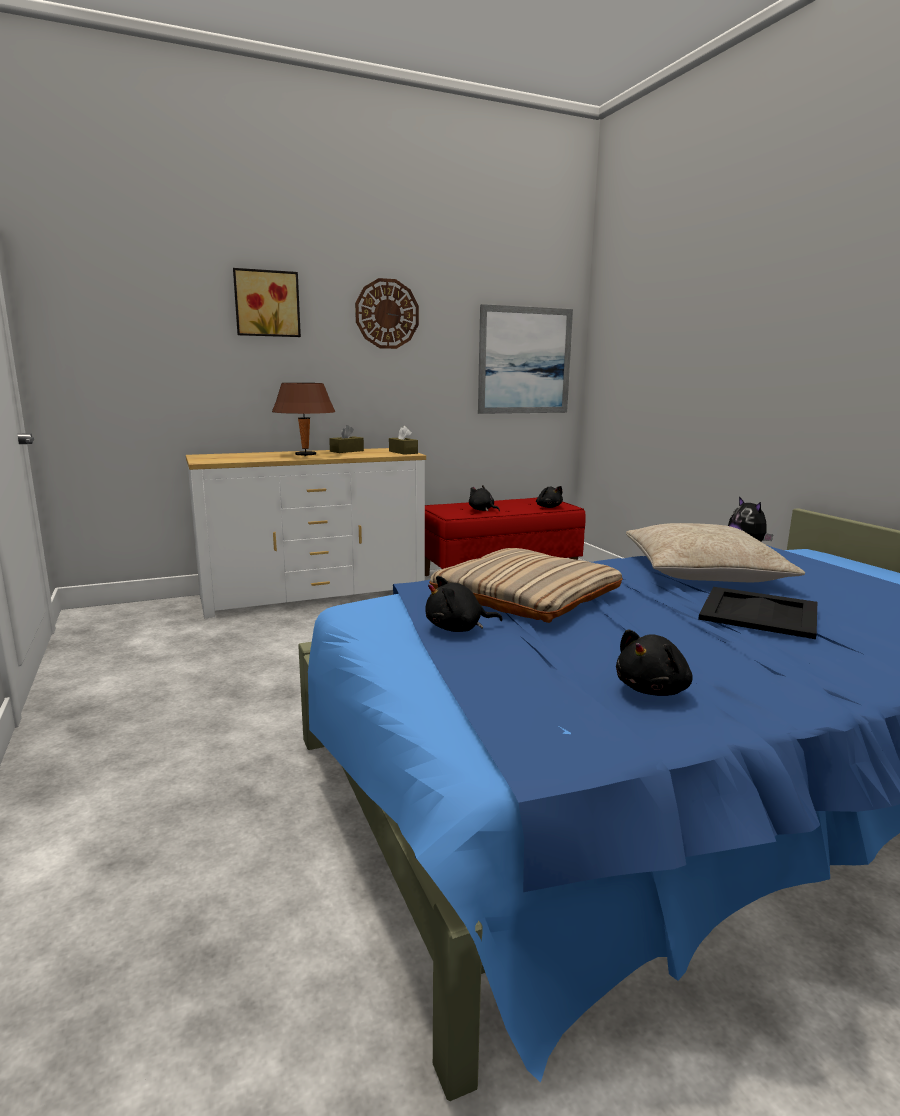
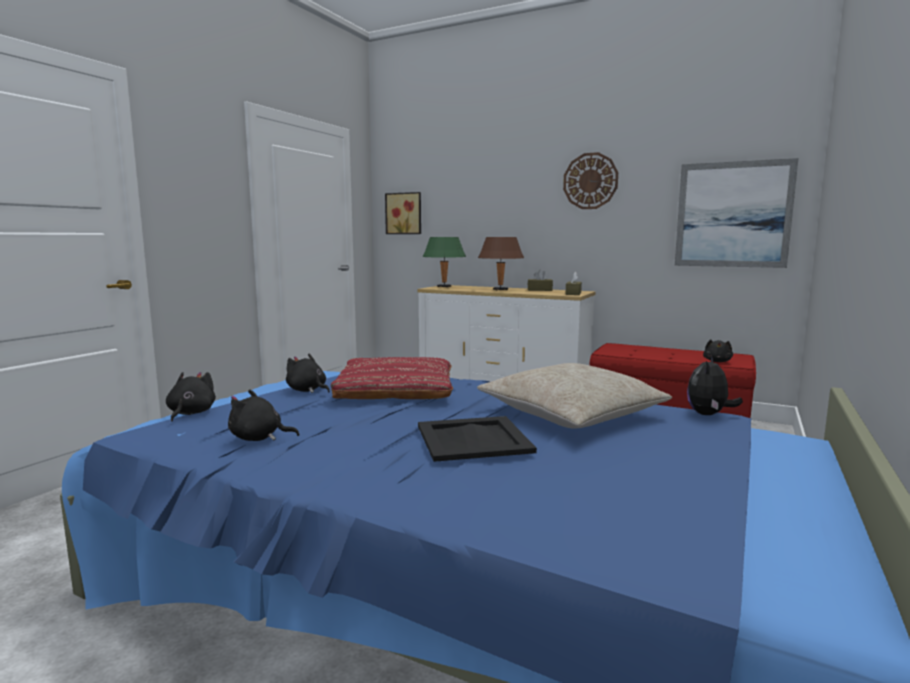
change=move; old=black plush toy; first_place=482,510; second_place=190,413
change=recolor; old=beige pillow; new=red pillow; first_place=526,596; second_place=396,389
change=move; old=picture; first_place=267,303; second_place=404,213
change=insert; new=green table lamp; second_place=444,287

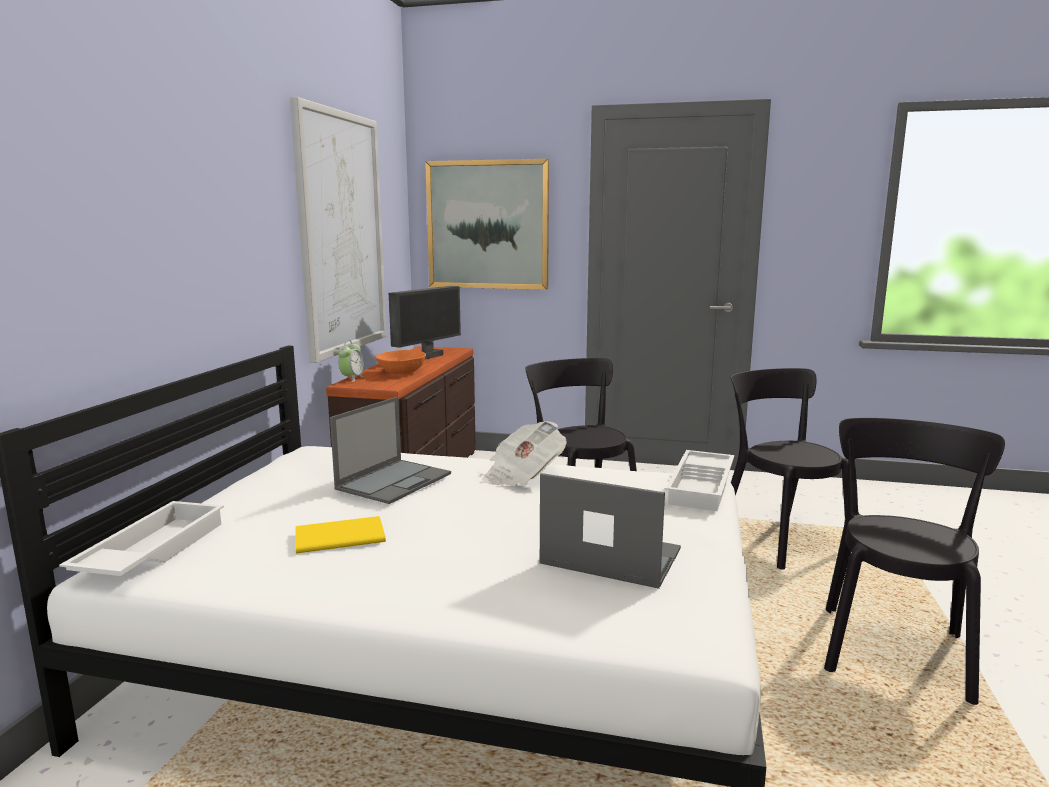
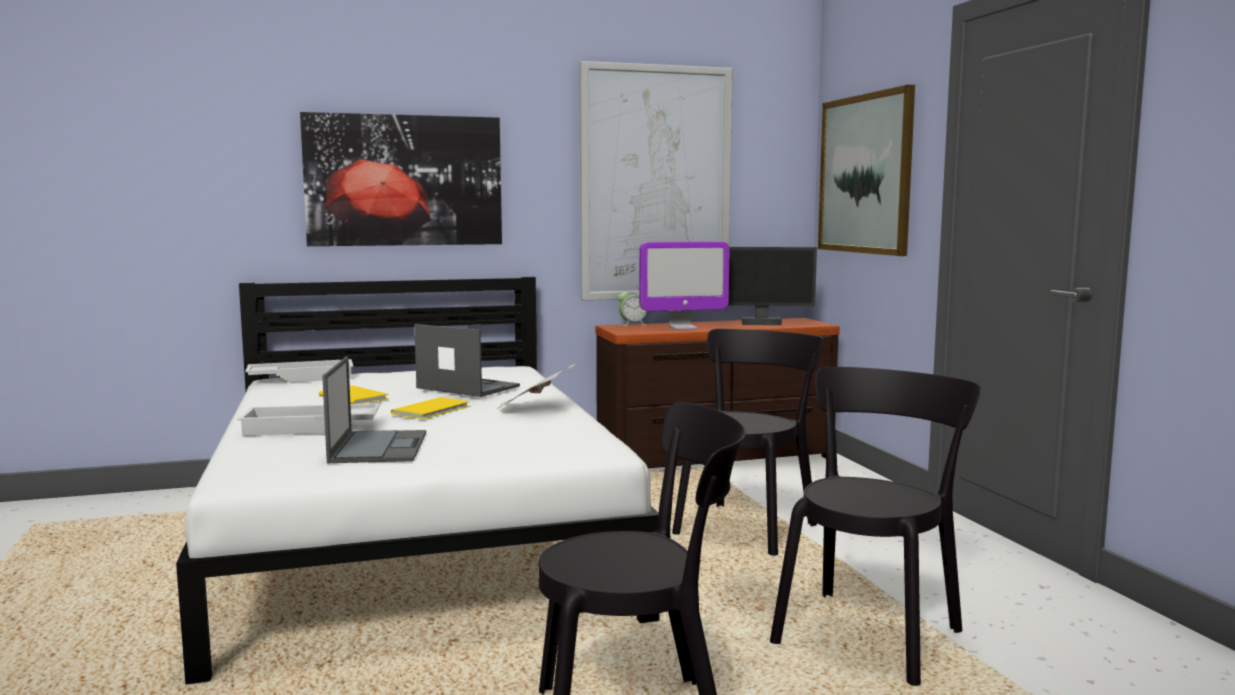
change=move; old=white tray; first_place=702,487; second_place=310,428
change=insert; new=picture; second_place=404,180
change=insert; new=yellow book; second_place=434,410
change=rotate; old=laptop; first_place=394,481; second_place=466,387; degrees=-150
change=replace; old=orange bowl; new=monitor; first_place=401,372; second_place=683,327

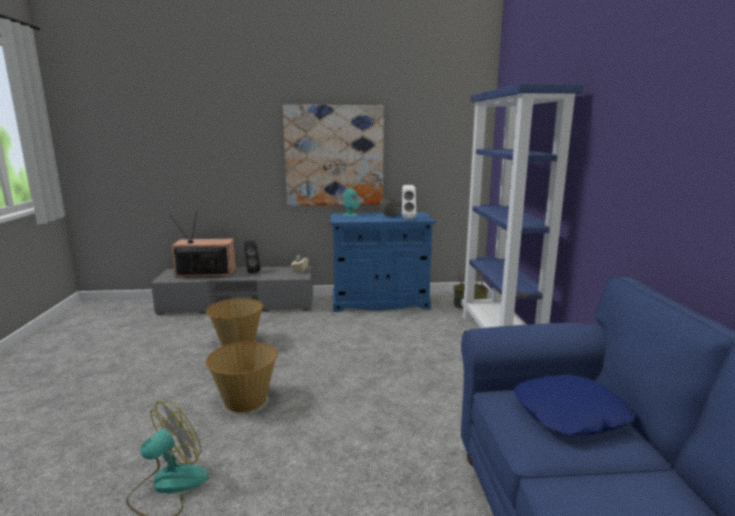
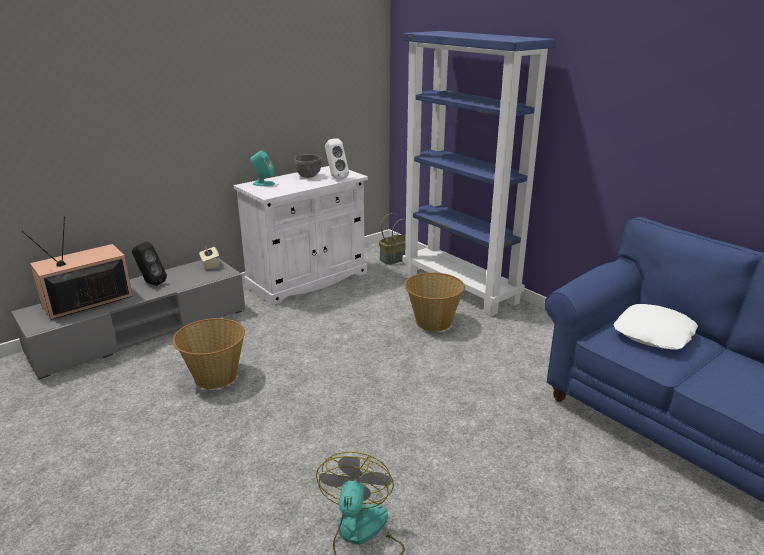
change=recolor; old=blue cabinet; new=white cabinet; first_place=380,302; second_place=307,279
change=move; old=basket; first_place=245,400; second_place=433,322
change=recolor; old=blue pillow; new=white pillow; first_place=570,414; second_place=654,334
change=delete; old=picture; first_place=334,156

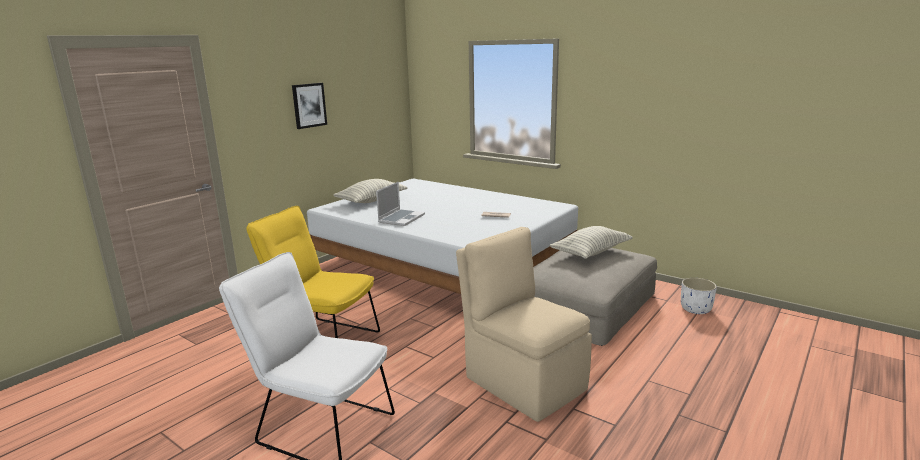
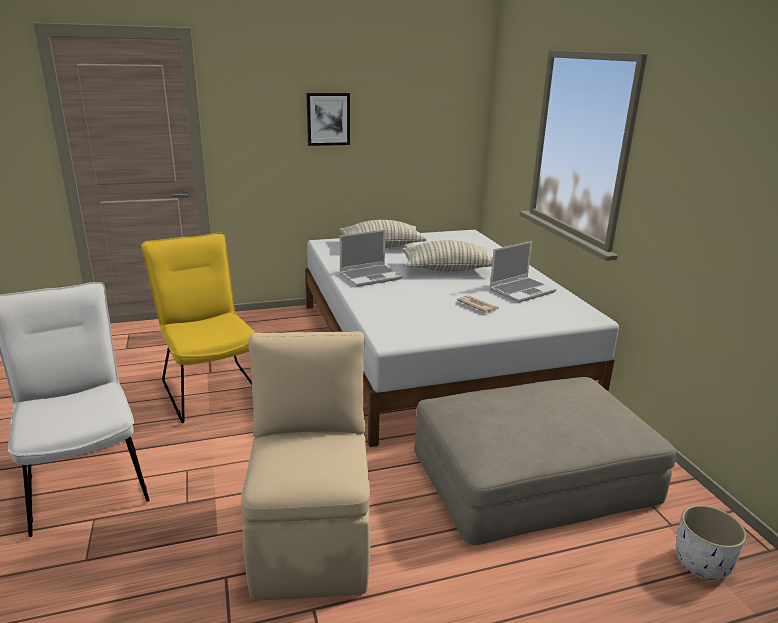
change=move; old=pillow; first_place=591,252; second_place=447,269
change=insert; new=laptop; second_place=522,290

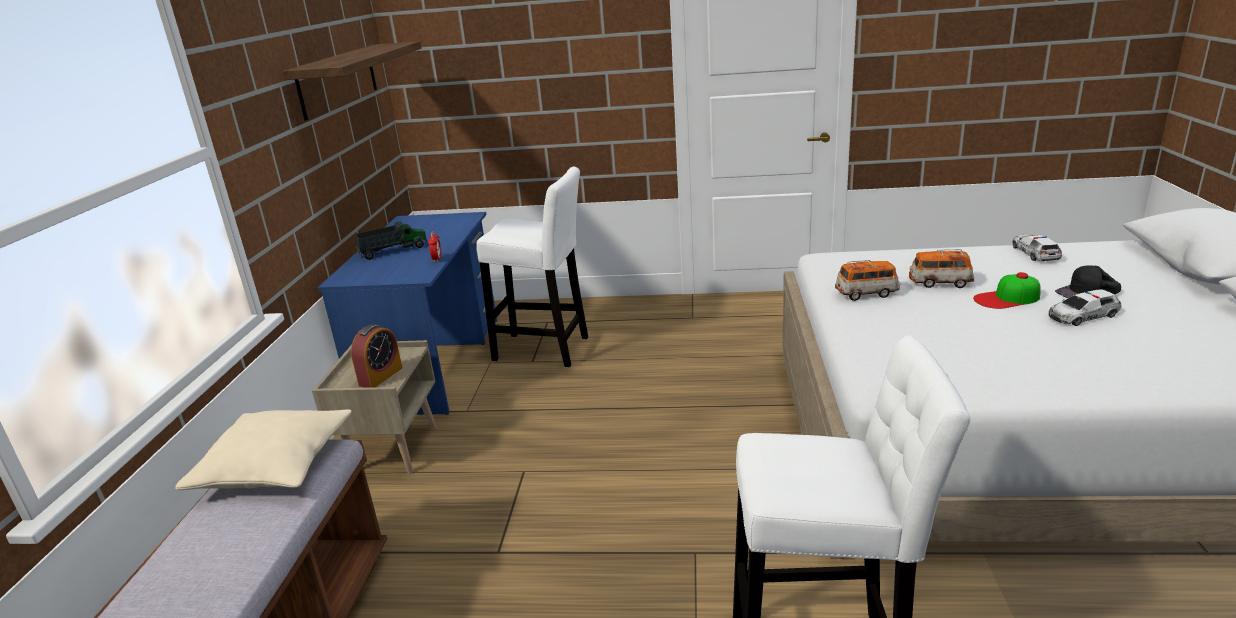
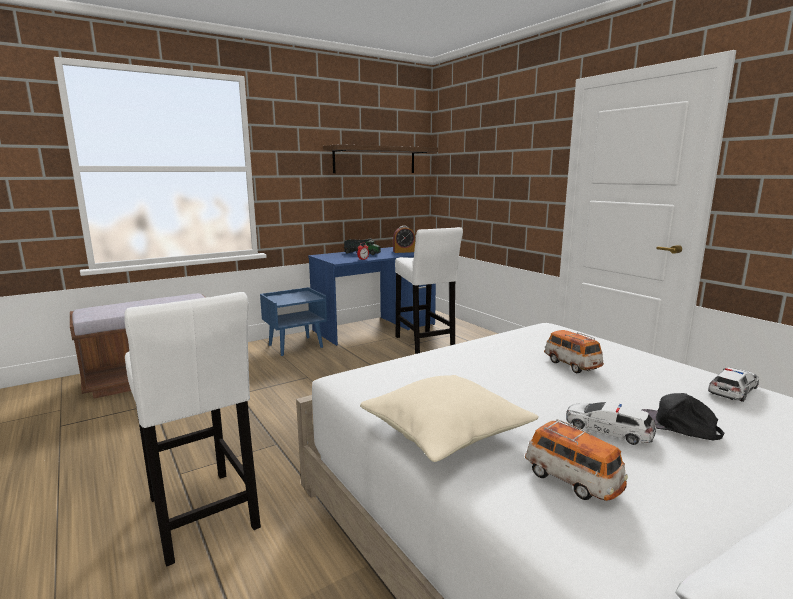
change=recolor; old=beige nightstand; new=blue nightstand; first_place=392,449; second_place=296,346
change=move; old=beige pillow; first_place=275,466; second_place=445,432
change=move; old=alarm clock; first_place=381,376; second_place=404,251
change=move; old=toy car; first_place=866,294; second_place=572,481
change=delete; old=cap; first_place=1007,298

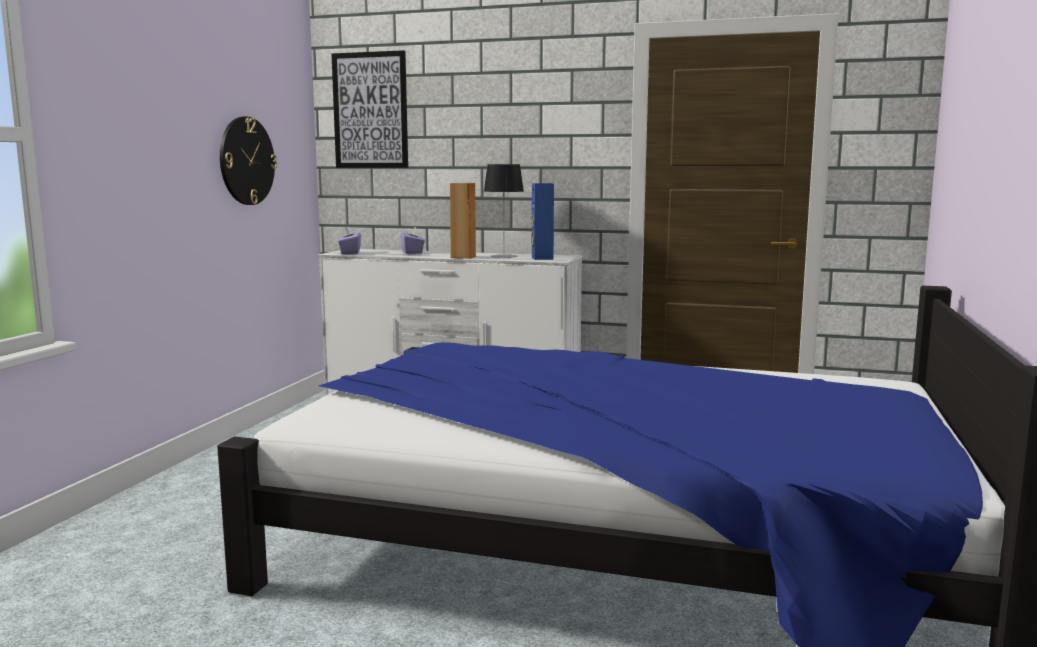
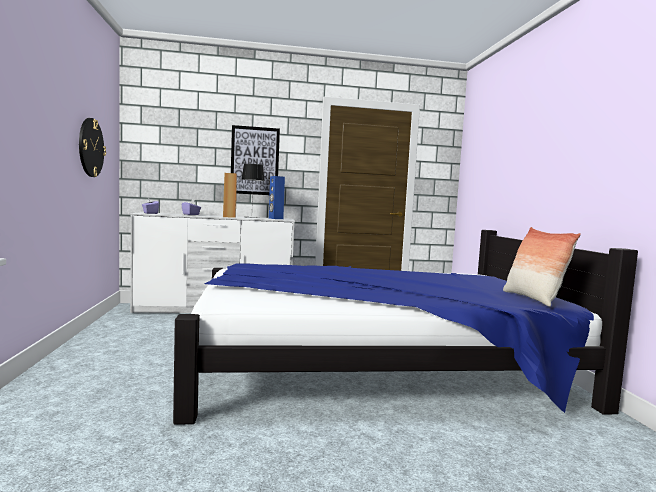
change=move; old=picture; first_place=370,110; second_place=255,161
change=insert; new=pillow; second_place=532,299

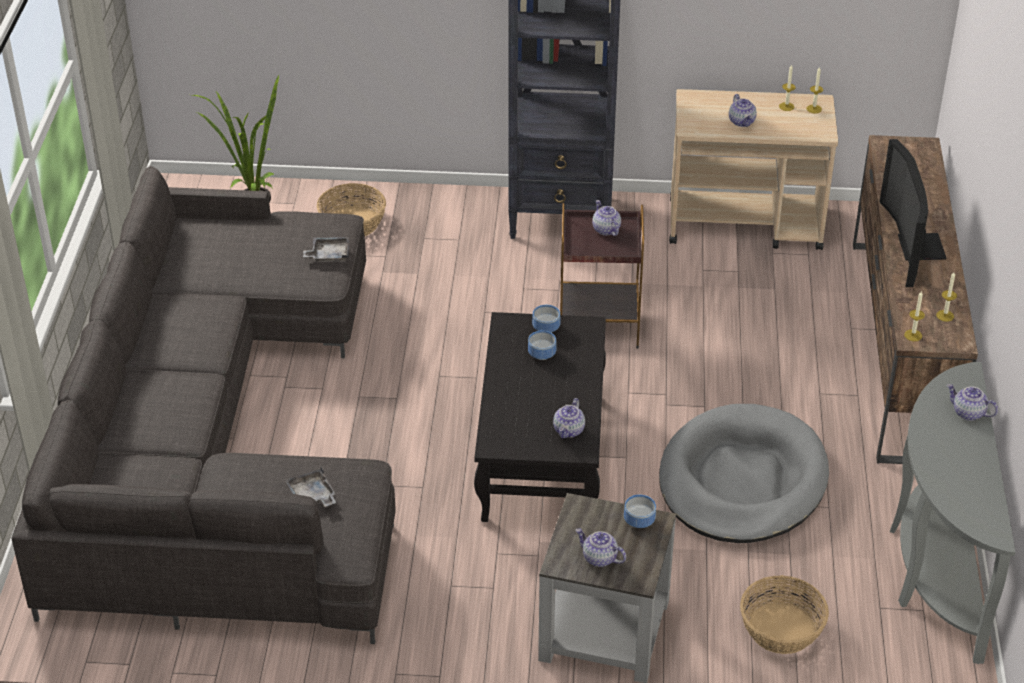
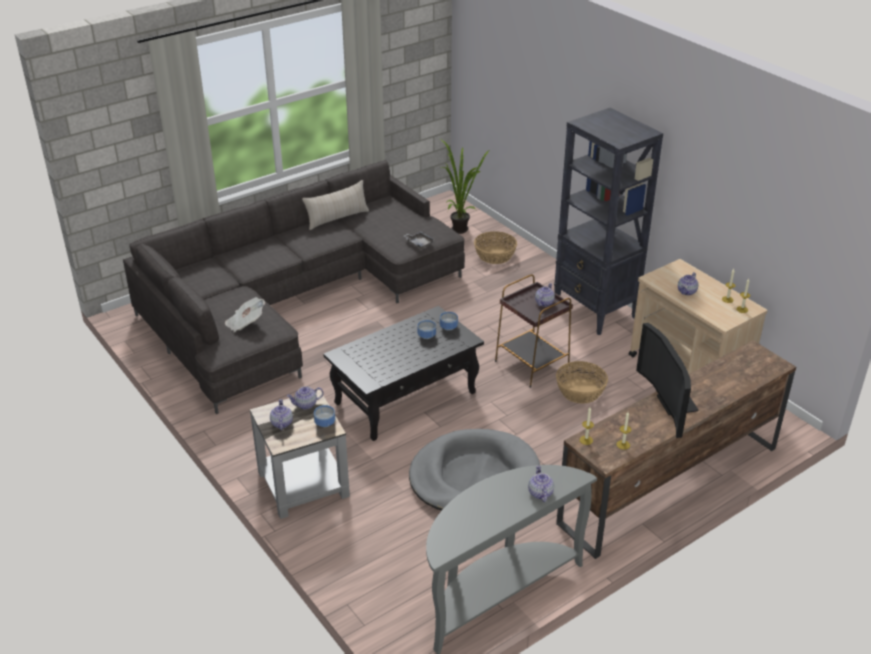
change=replace; old=grey tray; new=newspaper; first_place=312,496; second_place=245,323
change=move; old=teapot; first_place=569,430; second_place=306,404
change=insert; new=beige pillow; second_place=337,218
change=move; old=basket; first_place=781,629; second_place=580,391
change=rotate; old=television; first_place=913,247; second_place=671,403; degrees=-60

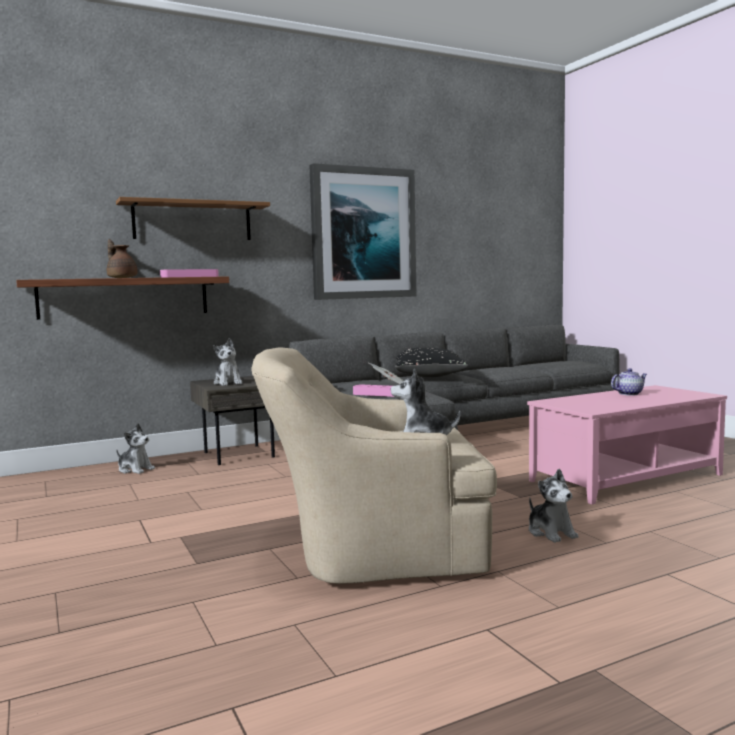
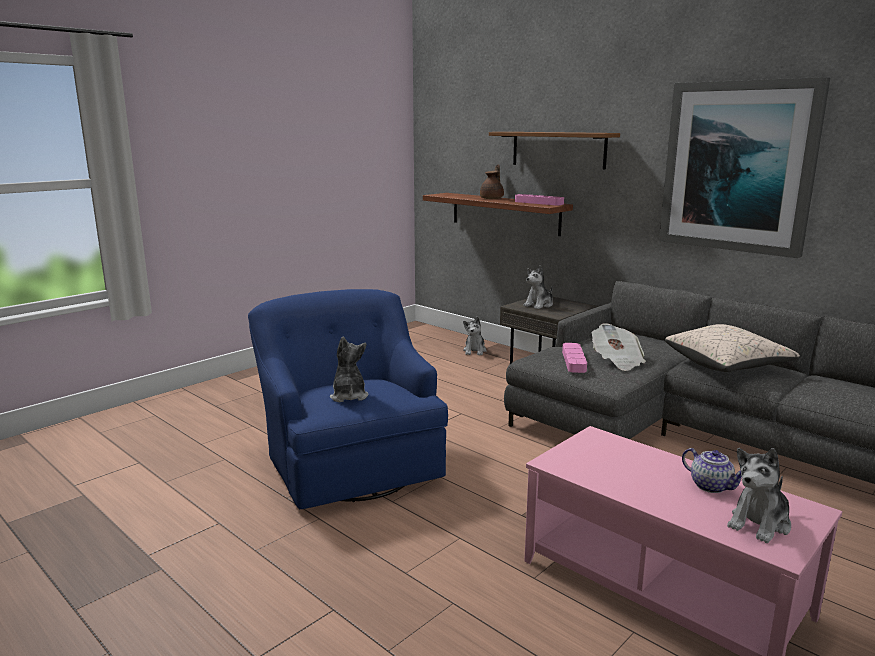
change=recolor; old=beige armchair; new=blue armchair; first_place=370,548; second_place=350,461
change=recolor; old=black pillow; new=beige pillow; first_place=428,376; second_place=727,365
change=move; old=plush toy; first_place=551,532; second_place=759,523

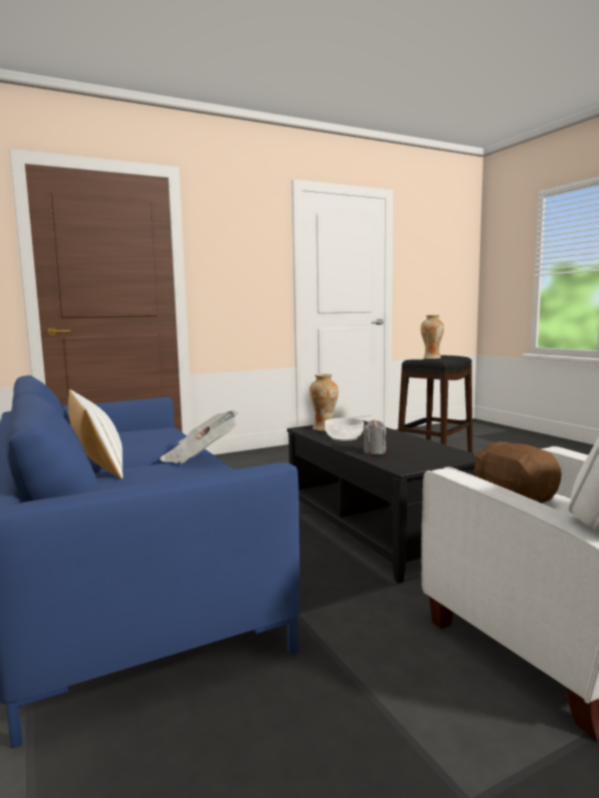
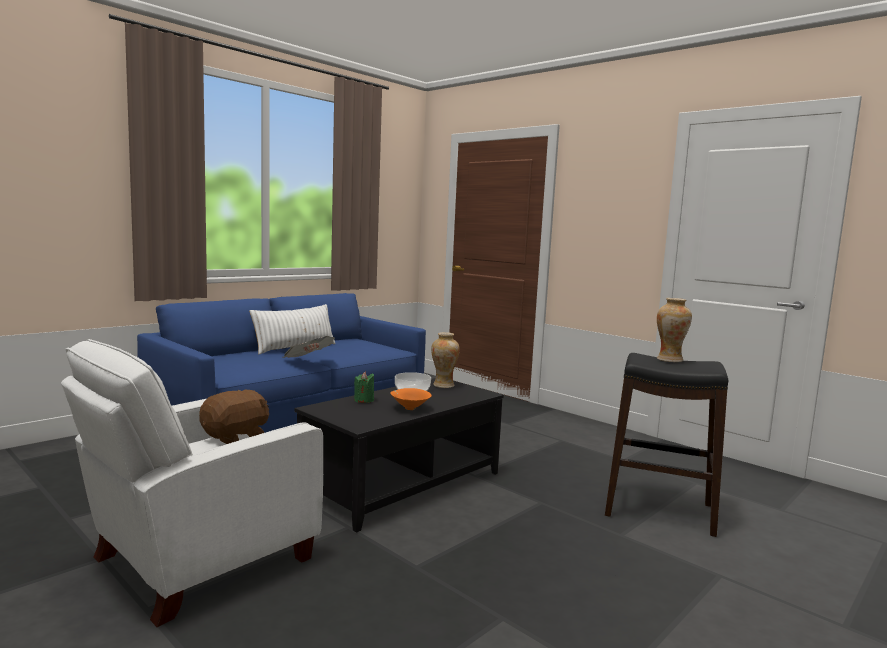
change=recolor; old=grey candle; new=green candle; first_place=374,452; second_place=364,400
change=insert; new=orange bowl; second_place=409,408

